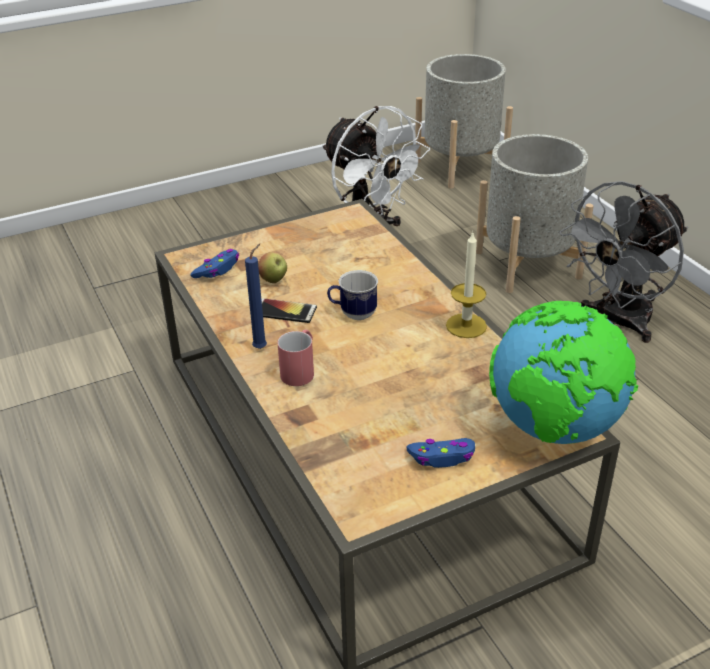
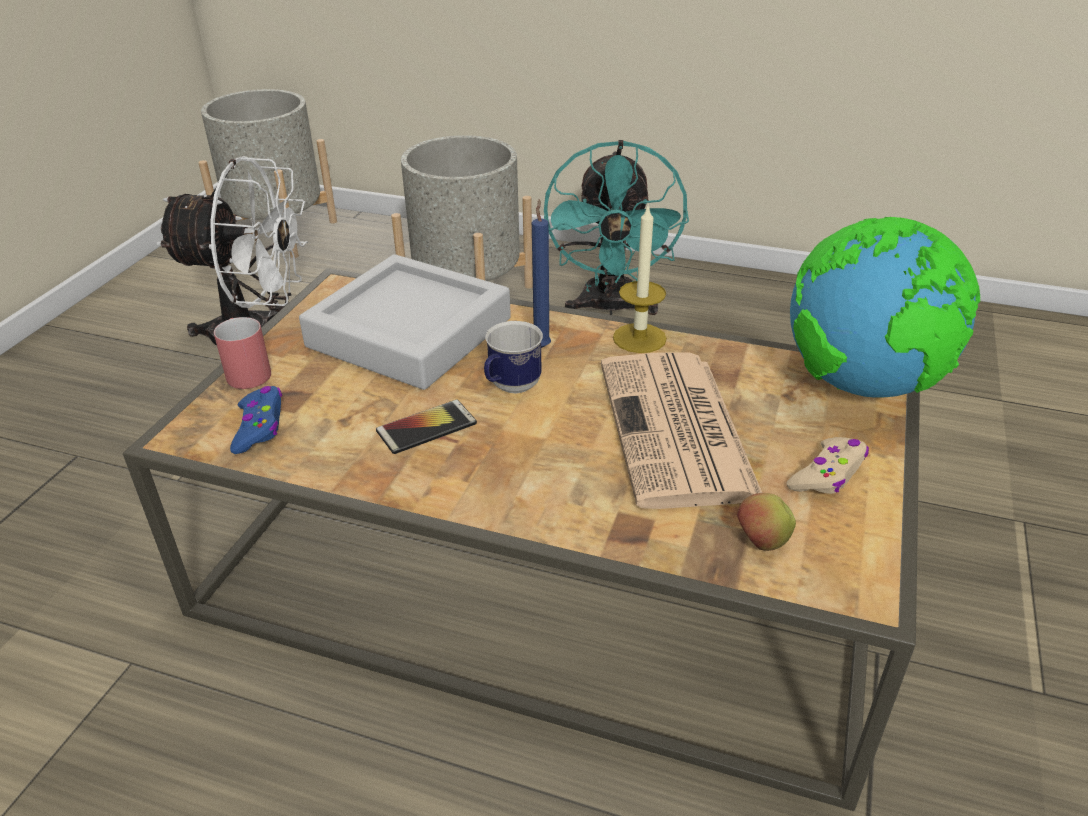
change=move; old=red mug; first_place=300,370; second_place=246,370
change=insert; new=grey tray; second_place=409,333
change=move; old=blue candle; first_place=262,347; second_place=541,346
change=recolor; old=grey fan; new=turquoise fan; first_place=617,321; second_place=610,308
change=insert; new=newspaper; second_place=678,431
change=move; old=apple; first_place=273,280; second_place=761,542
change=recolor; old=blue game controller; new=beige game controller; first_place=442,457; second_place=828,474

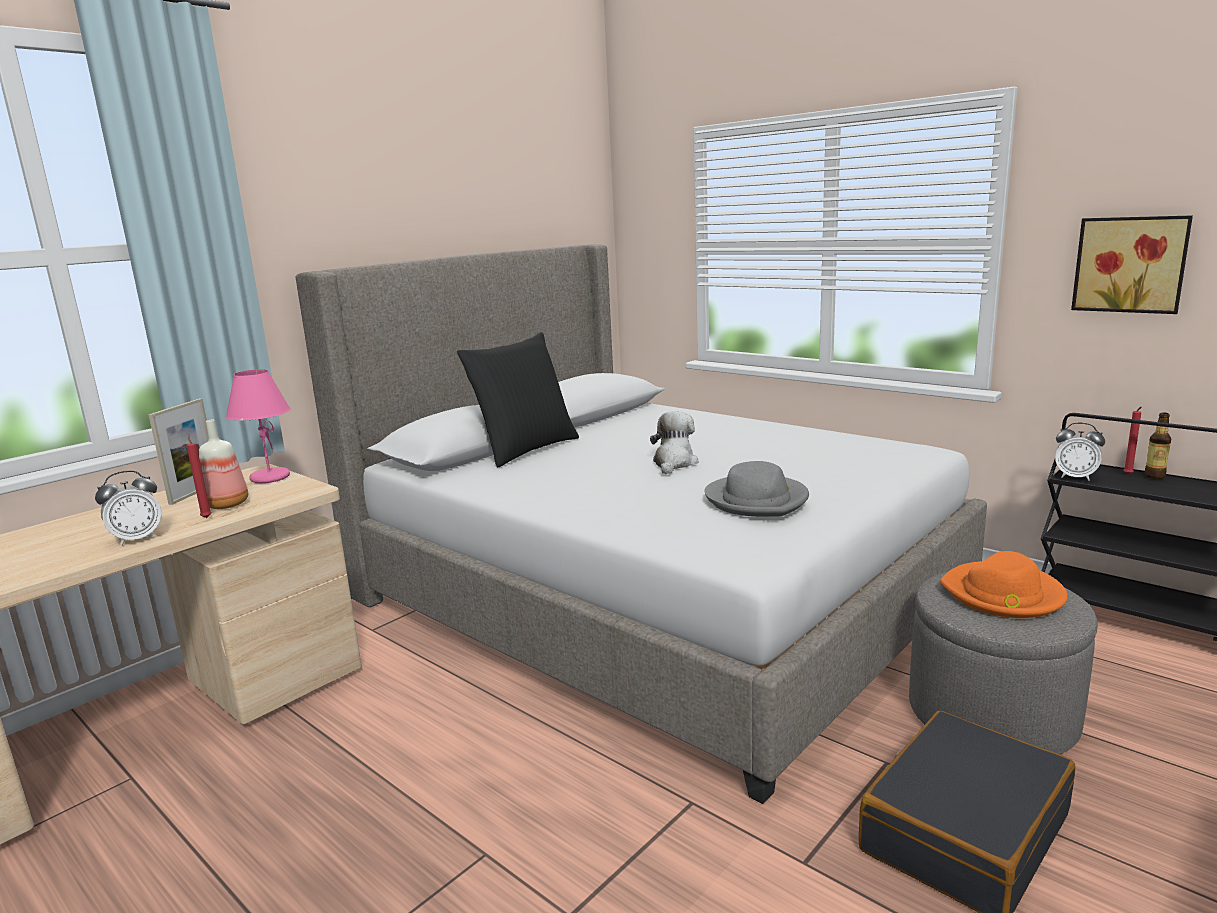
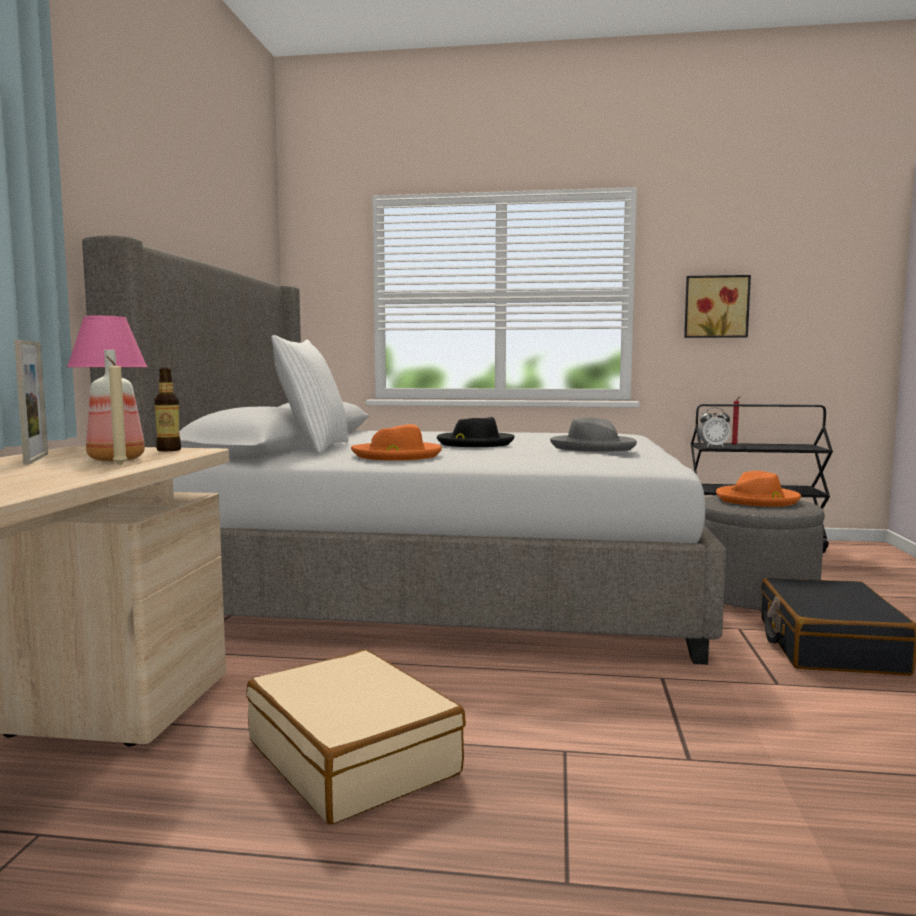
change=recolor; old=red candle; new=beige candle; first_place=206,517; second_place=119,465
change=move; old=bottle; first_place=1154,476; second_place=169,450
change=insert; new=beige suitcase; second_place=353,757
change=recolor; old=black pillow; new=white pillow; first_place=525,449; second_place=314,447
change=insert; new=orange hat; second_place=397,455
change=replace; old=plush toy; new=black hat; first_place=674,463; second_place=474,443
change=delete; old=alarm clock; first_place=137,539

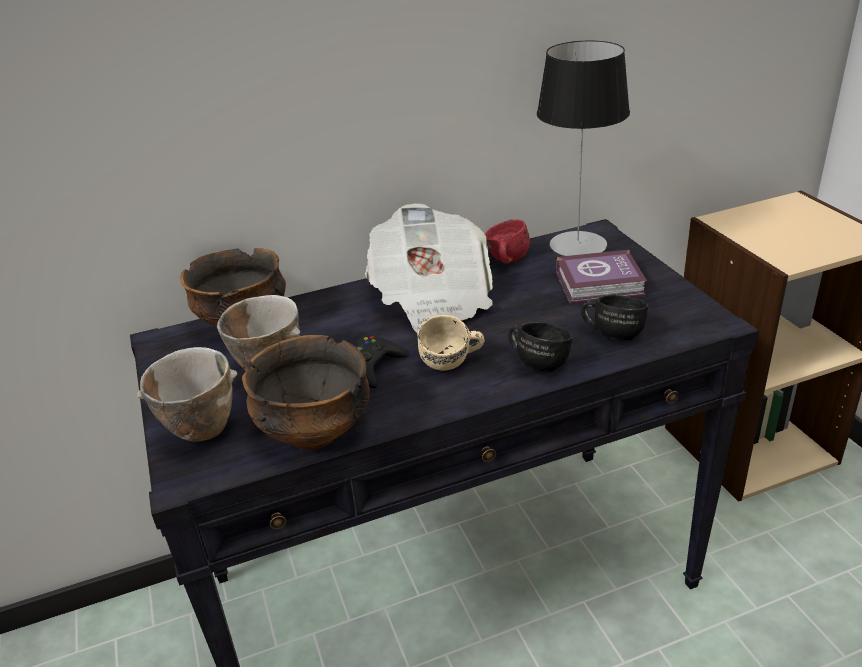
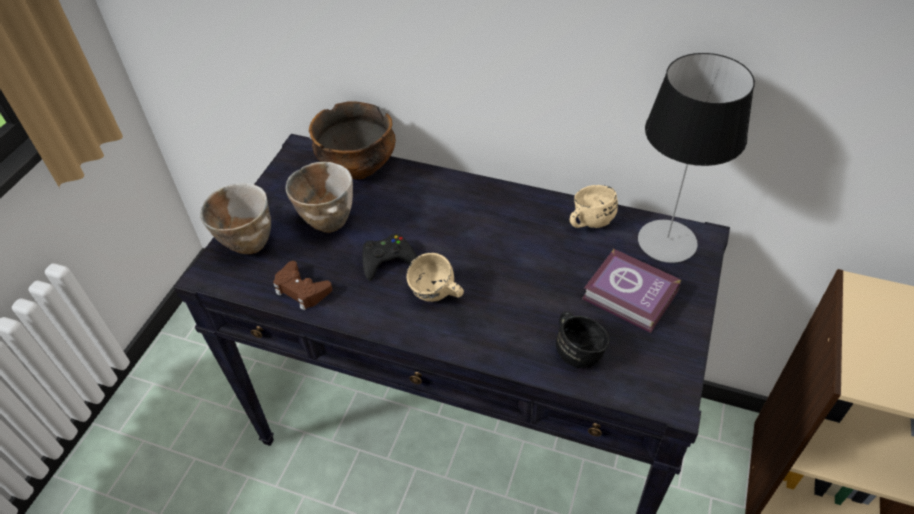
change=replace; old=bowl; new=brown game controller; first_place=314,431; second_place=302,290
change=recolor; old=red mug; new=beige mug; first_place=505,261; second_place=588,221
change=delete; old=newspaper; first_place=432,300
change=delete; old=black mug; first_place=538,361

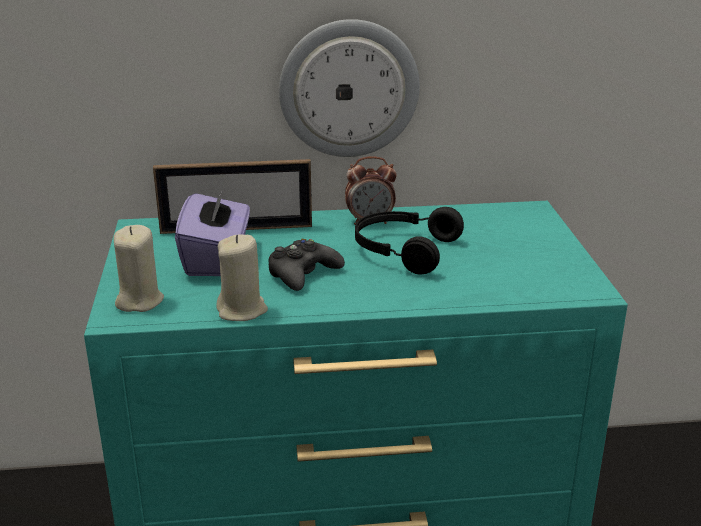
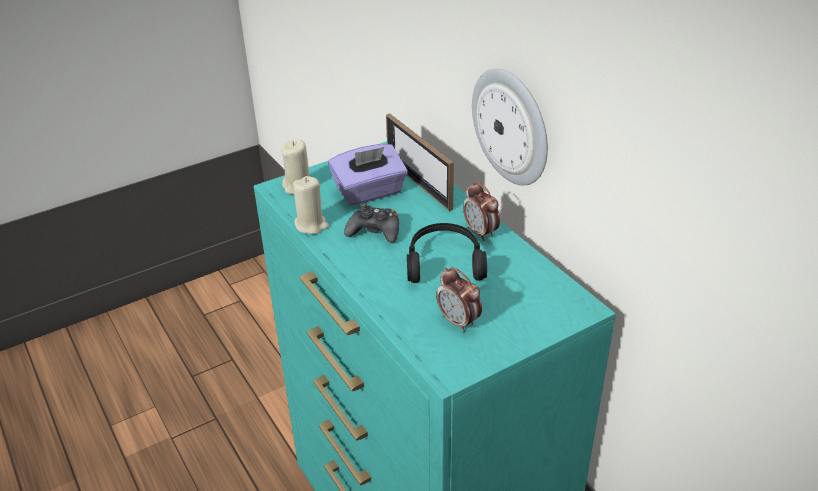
change=insert; new=alarm clock; second_place=458,322

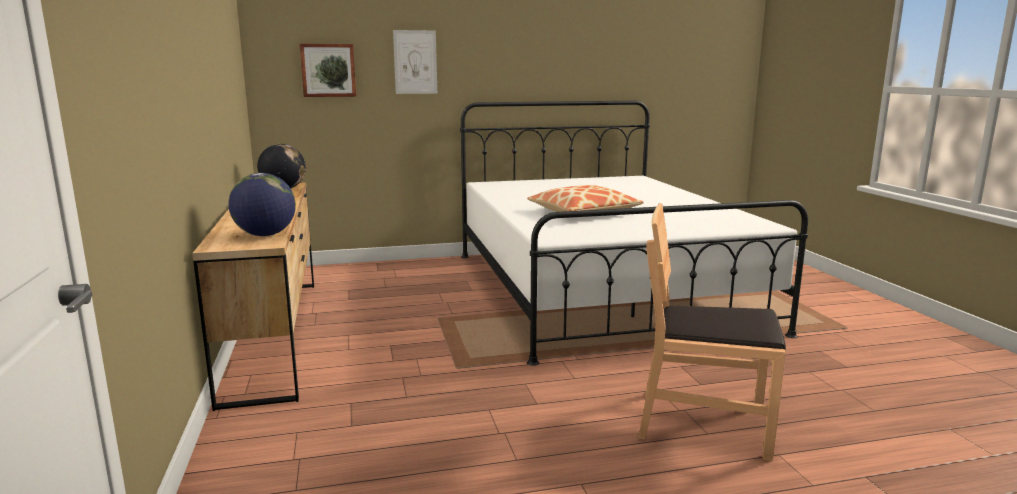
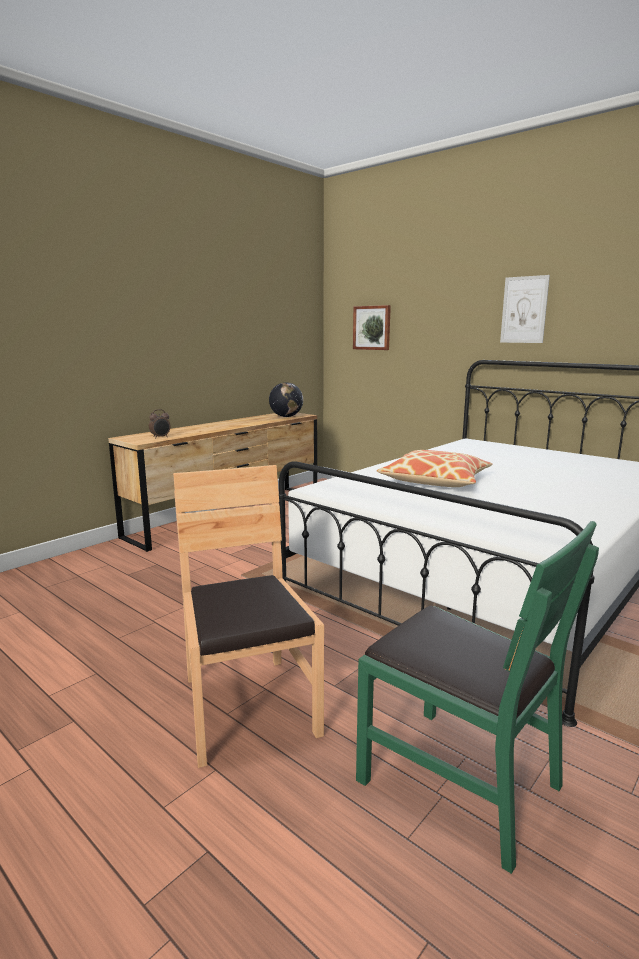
change=replace; old=globe; new=alarm clock; first_place=265,235; second_place=160,437
change=insert; new=green chair; second_place=459,780
change=move; old=picture; first_place=415,62; second_place=524,310

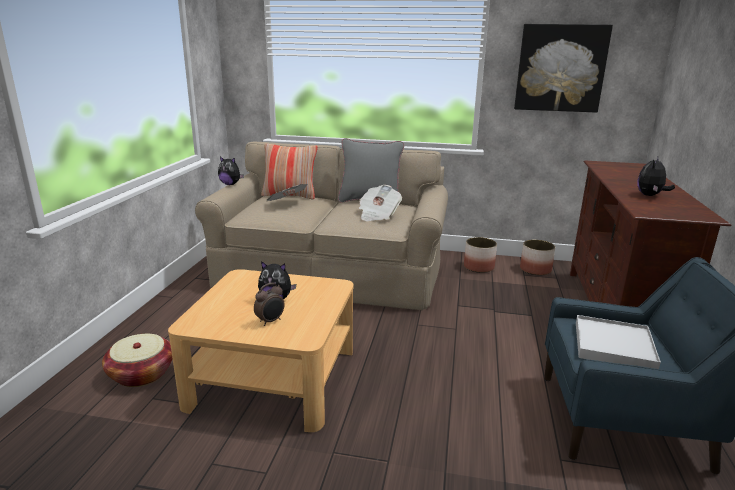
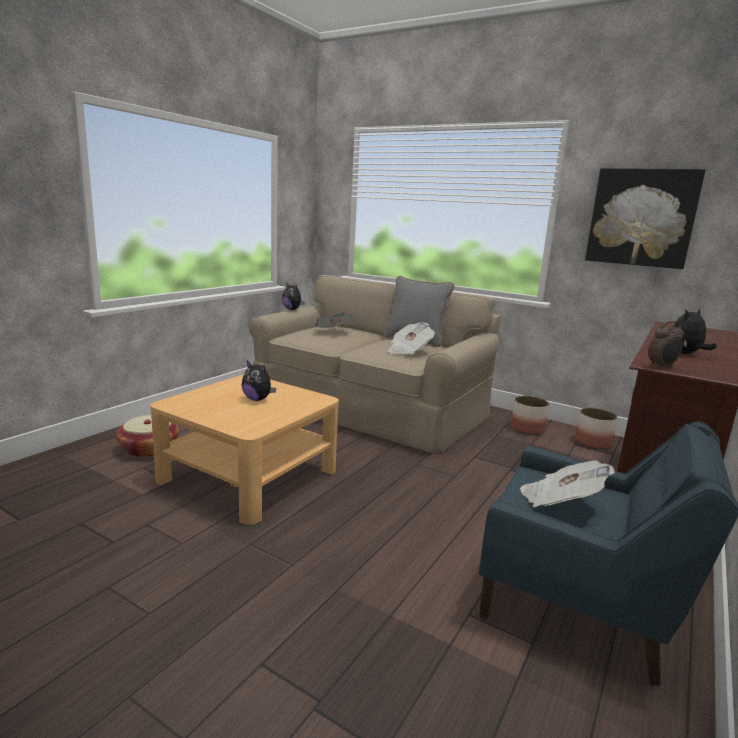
change=replace; old=white tray; new=newspaper; first_place=613,346; second_place=560,502
change=move; old=alarm clock; first_place=270,321; second_place=662,367
change=delete; old=pillow; first_place=290,195

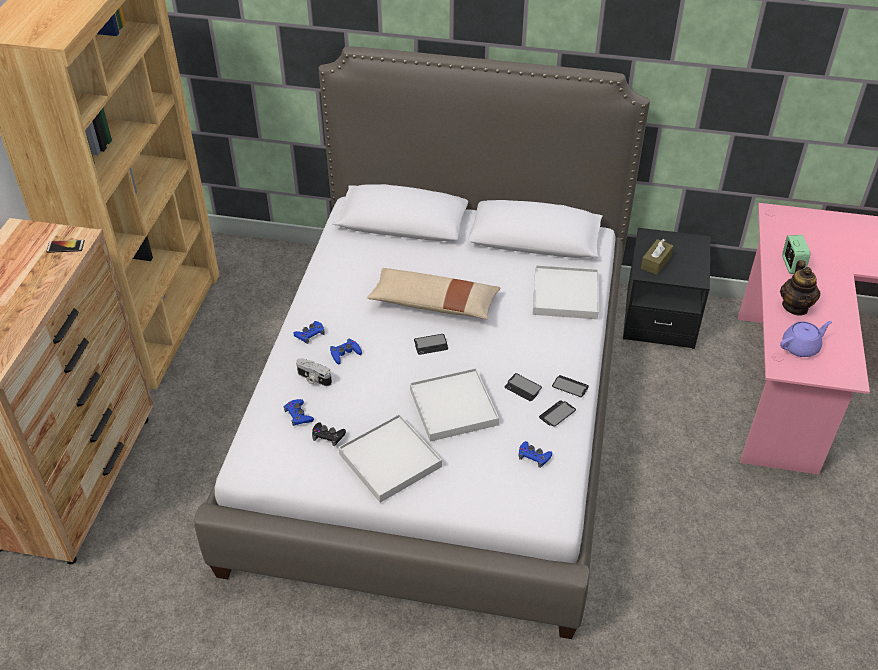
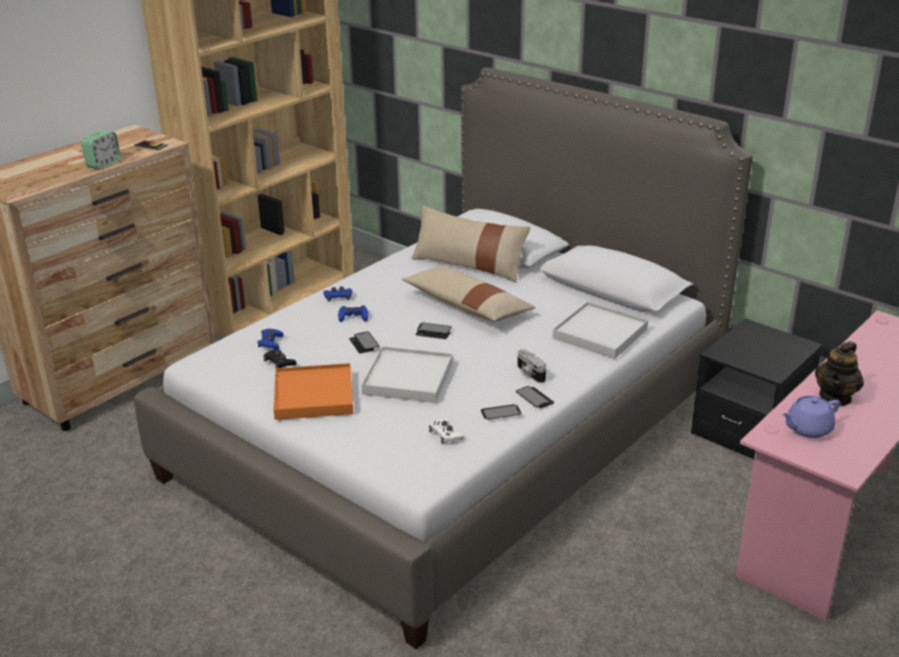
change=move; old=alarm clock; first_place=792,265; second_place=103,164
change=recolor; old=white tray; new=orange tray; first_place=389,460; second_place=313,395
change=move; old=phone; first_place=523,388; second_place=364,343
change=insert; new=beige pillow; second_place=469,265
change=recolor; old=blue game controller; new=white game controller; first_place=534,456; second_place=446,435
change=move; old=photo camera; first_place=313,379; second_place=529,373
change=rotate; old=purple teapot; first_place=801,347; second_place=807,429; degrees=150
change=delete; old=brown tissue box; first_place=656,262

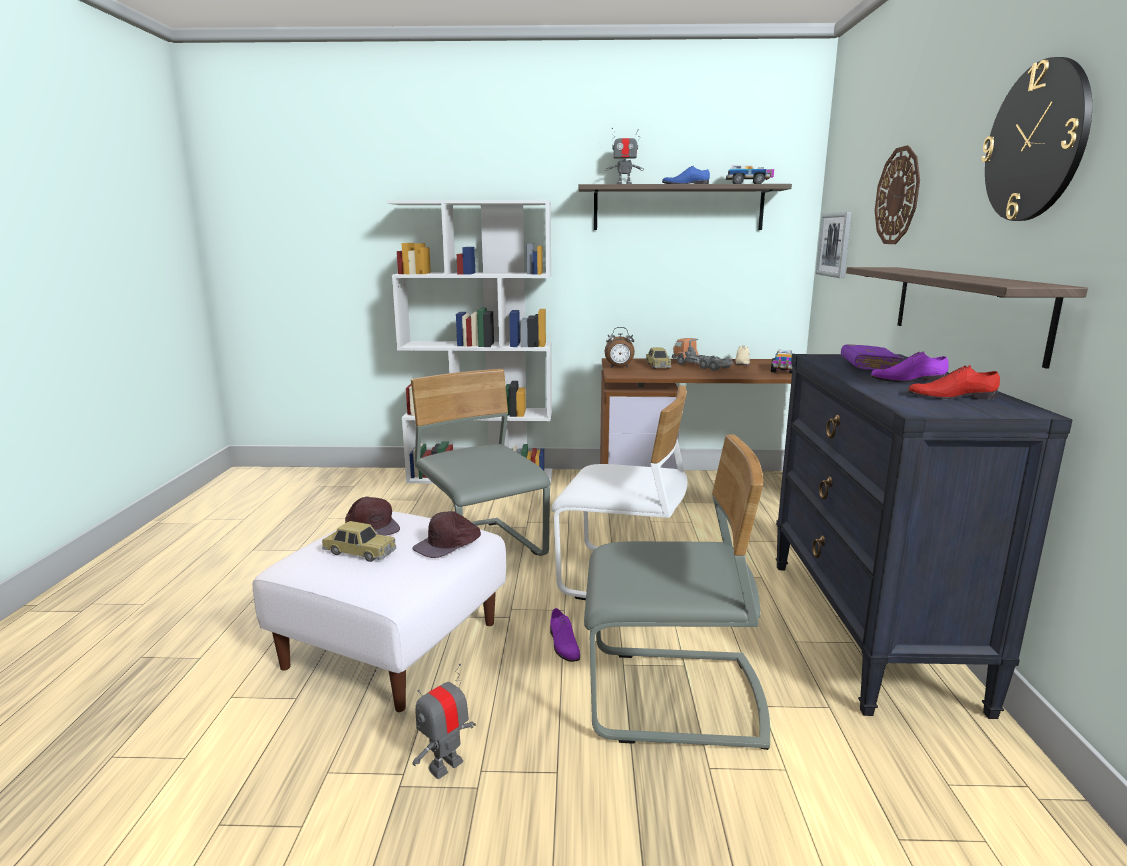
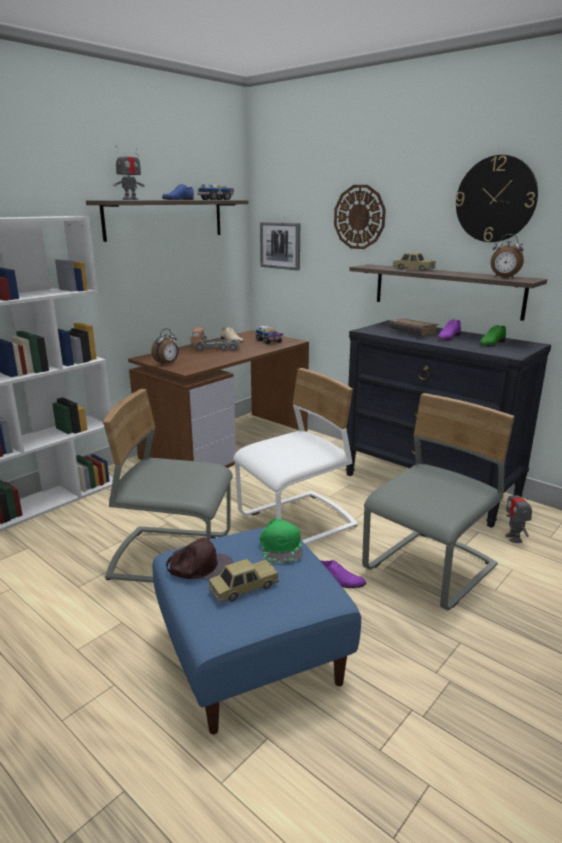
change=recolor; old=white ottoman; new=blue ottoman; first_place=392,644; second_place=250,655
change=recolor; old=brown cap; new=green cap; first_place=448,544; second_place=281,546
change=recolor; old=purple book; new=brown book; first_place=869,368; second_place=412,333
change=move; old=toy car; first_place=658,366; second_place=413,269
change=recolor; old=red shoe; new=green shoe; first_place=950,396; second_place=491,343
change=insert; new=alarm clock; second_place=504,277
change=move; old=toy robot; first_place=445,765; second_place=514,538

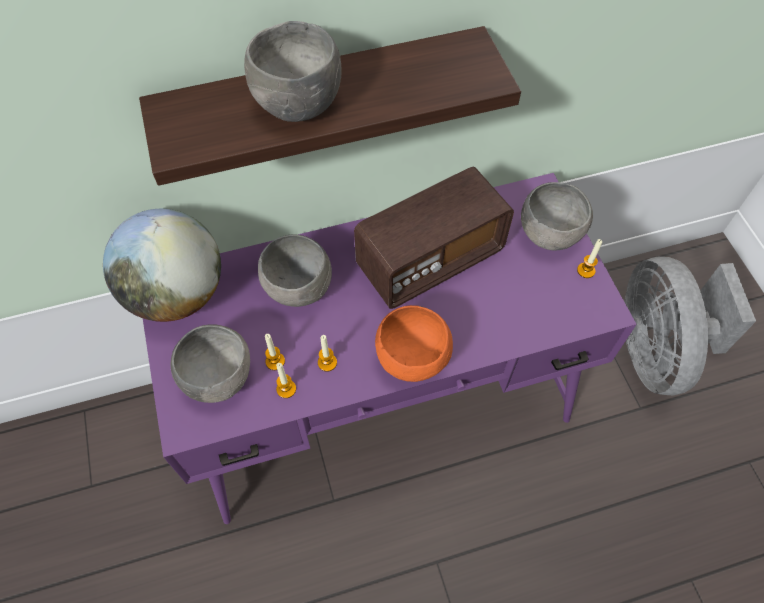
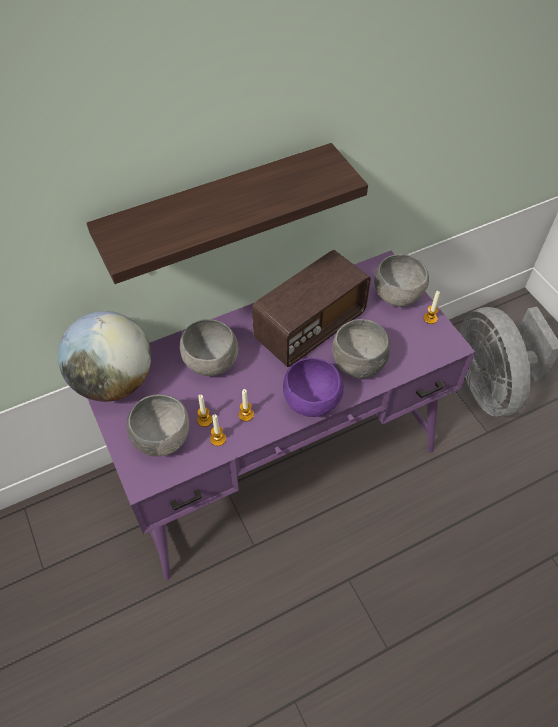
change=recolor; old=orange bowl; new=purple bowl; first_place=413,360; second_place=312,402
change=move; old=grey bowl; first_place=297,105; second_place=357,365

